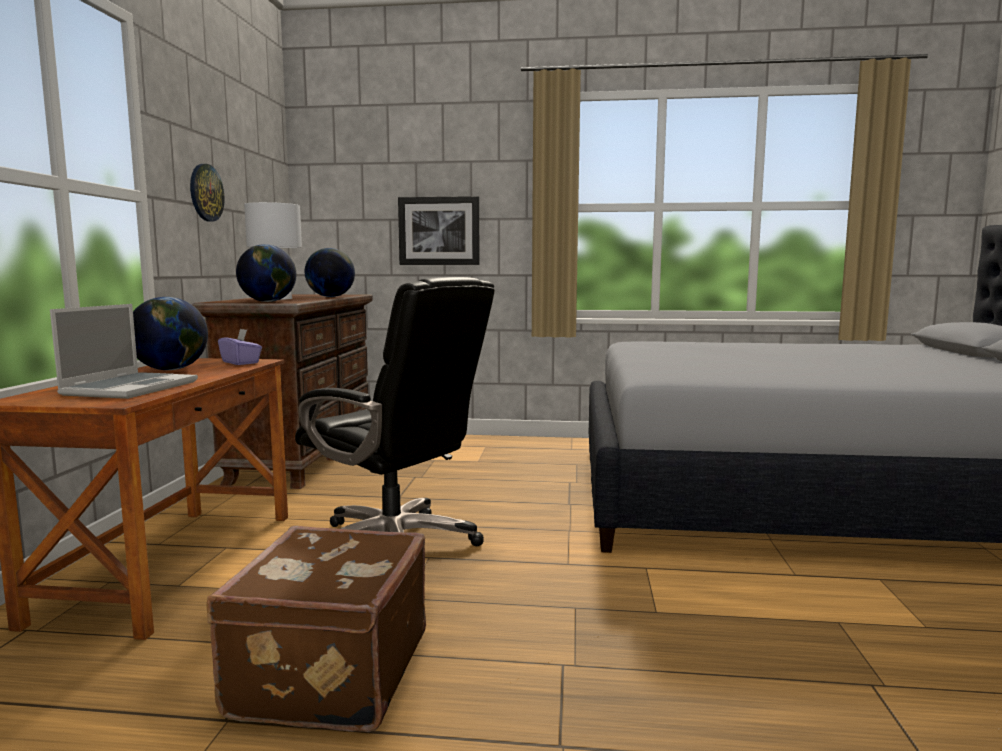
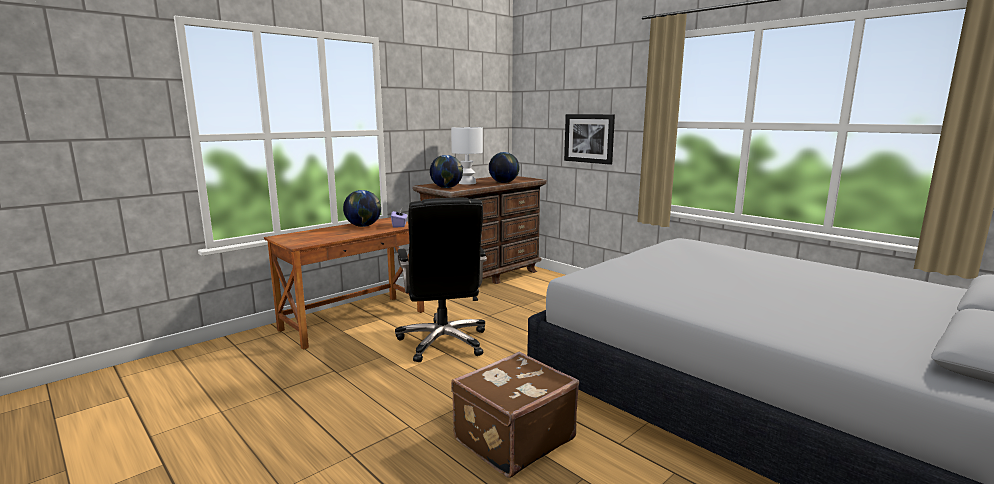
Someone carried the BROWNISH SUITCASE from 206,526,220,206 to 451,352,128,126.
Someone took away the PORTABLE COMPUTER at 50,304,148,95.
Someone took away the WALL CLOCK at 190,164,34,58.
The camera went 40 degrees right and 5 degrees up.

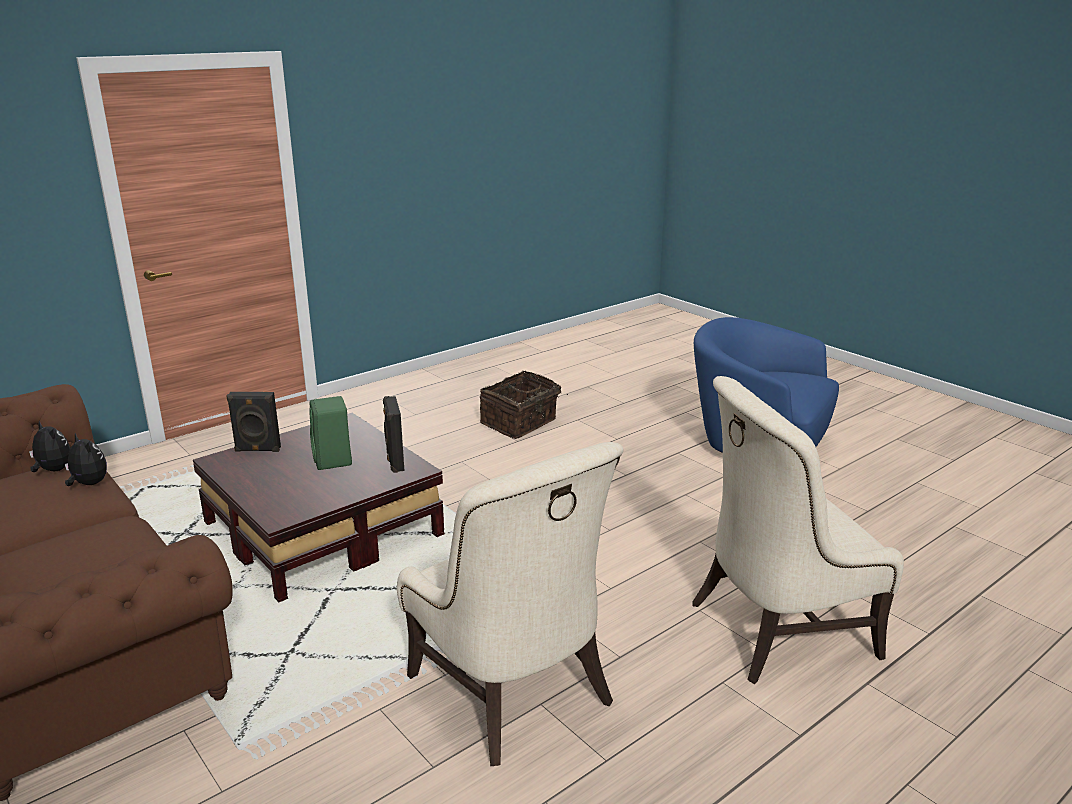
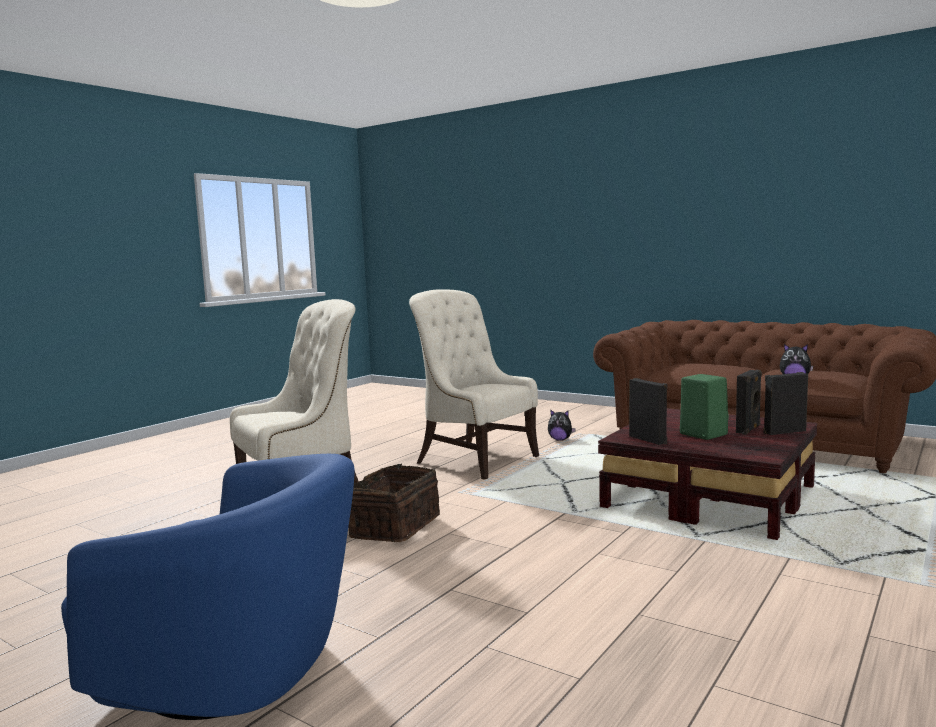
Someone carried the STORAGE BASKET from 480,370,88,69 to 348,464,92,78.
Someone carried the PLUSH TOY from 29,421,41,51 to 548,409,28,32.
Someone put down the BLACK LOUDSPEAKER at 736,370,26,65.
The camera went 165 degrees right and 15 degrees down.

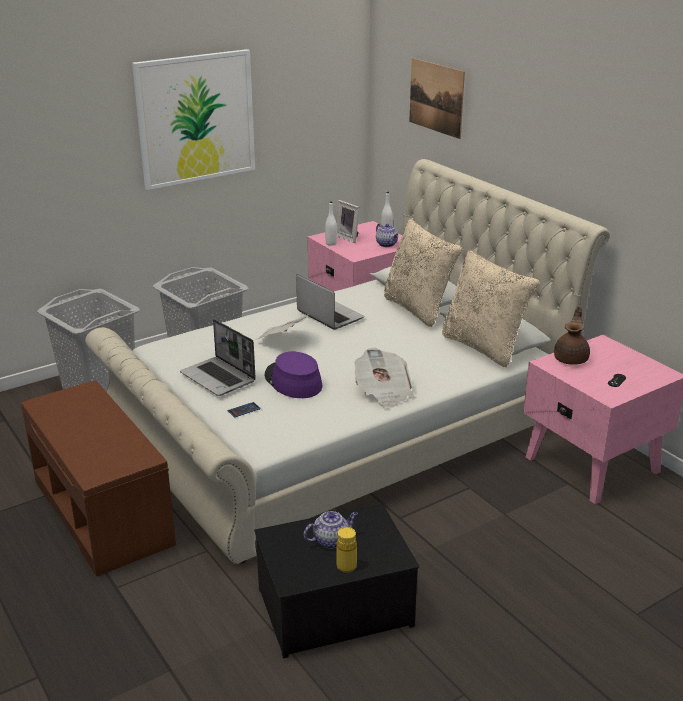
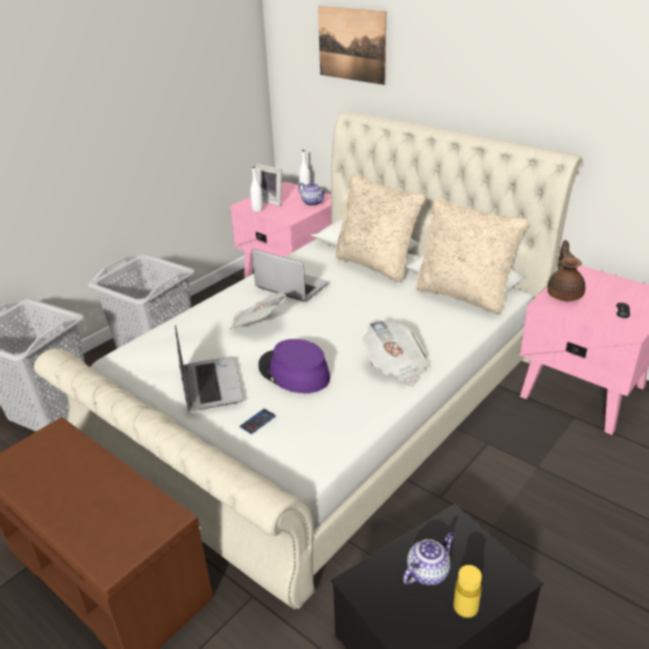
Someone rotated the PORTABLE COMPUTER at 180,319,76,77 by 135 degrees counterclockwise.
Someone took away the WALL ART at 132,49,123,141.
The camera went 15 degrees left and 5 degrees up.

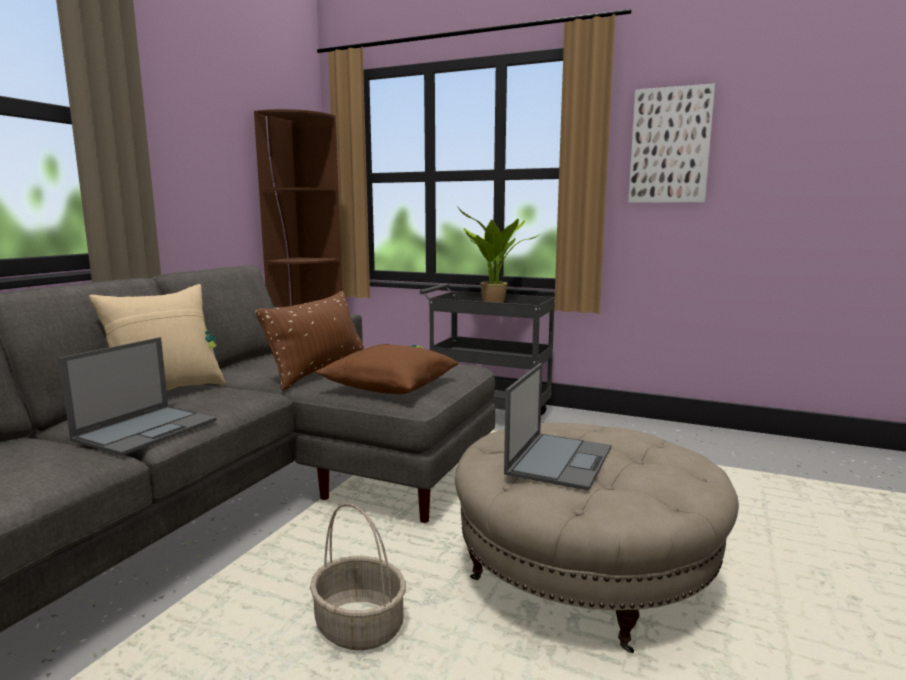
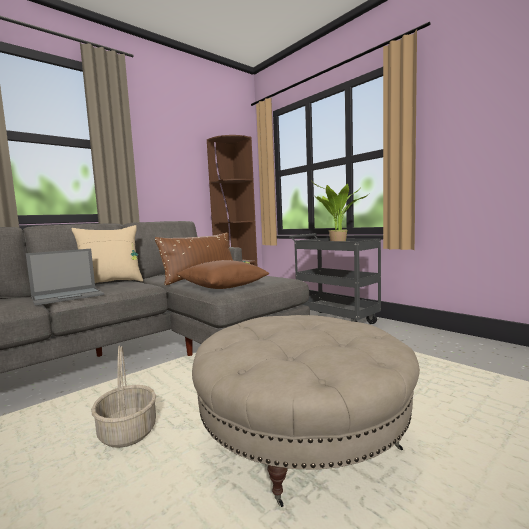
Someone took away the PORTABLE COMPUTER at 504,363,107,128.
Someone took away the WALL ART at 628,83,87,120.
The camera went 25 degrees right and 5 degrees down.

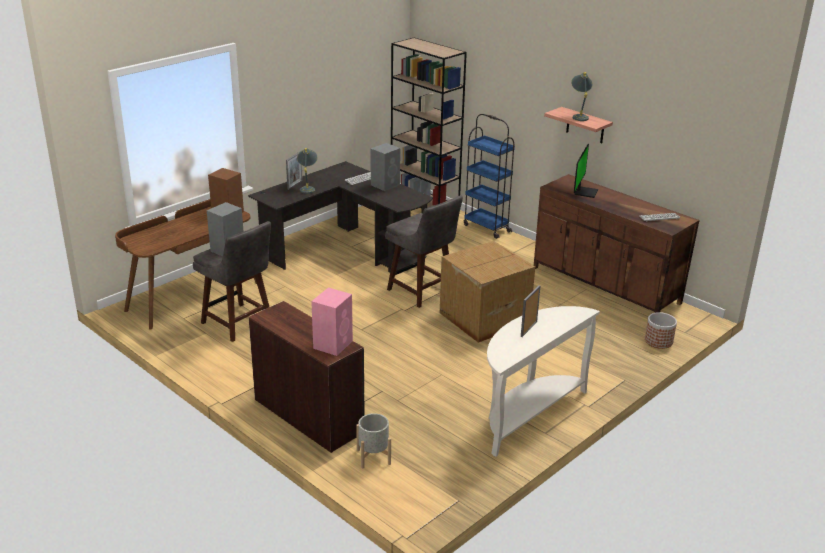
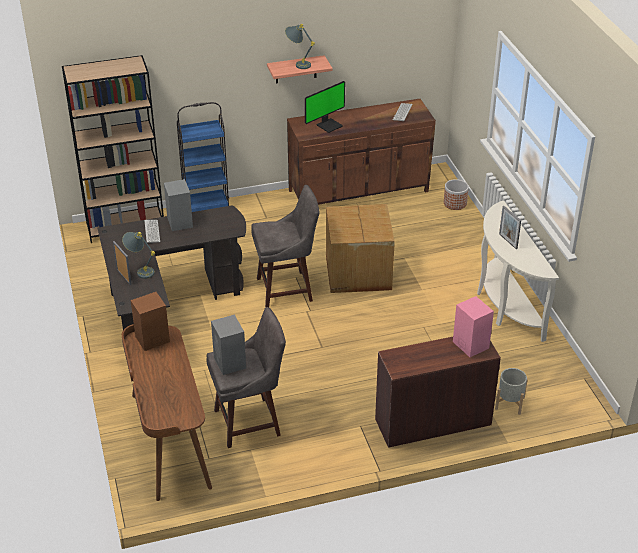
Someone rotated the COMPUTER SCREEN at 574,144,24,54 by 90 degrees clockwise.
The camera went 60 degrees left and 10 degrees up.

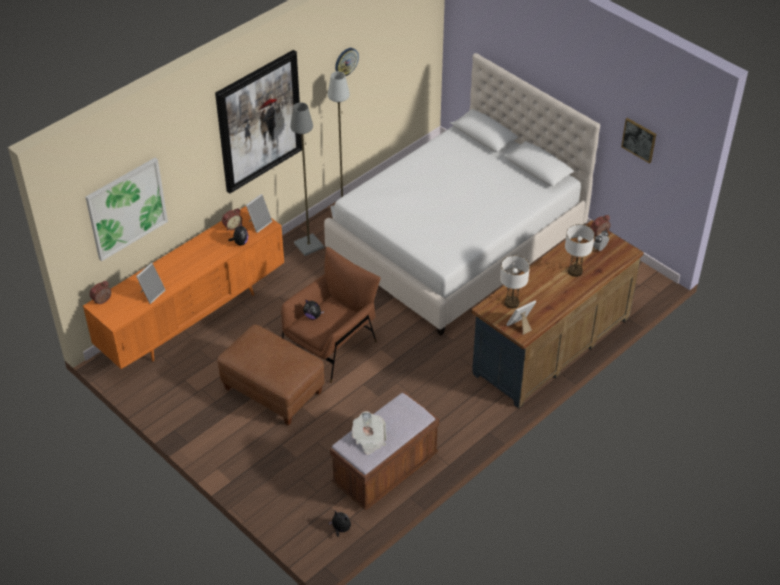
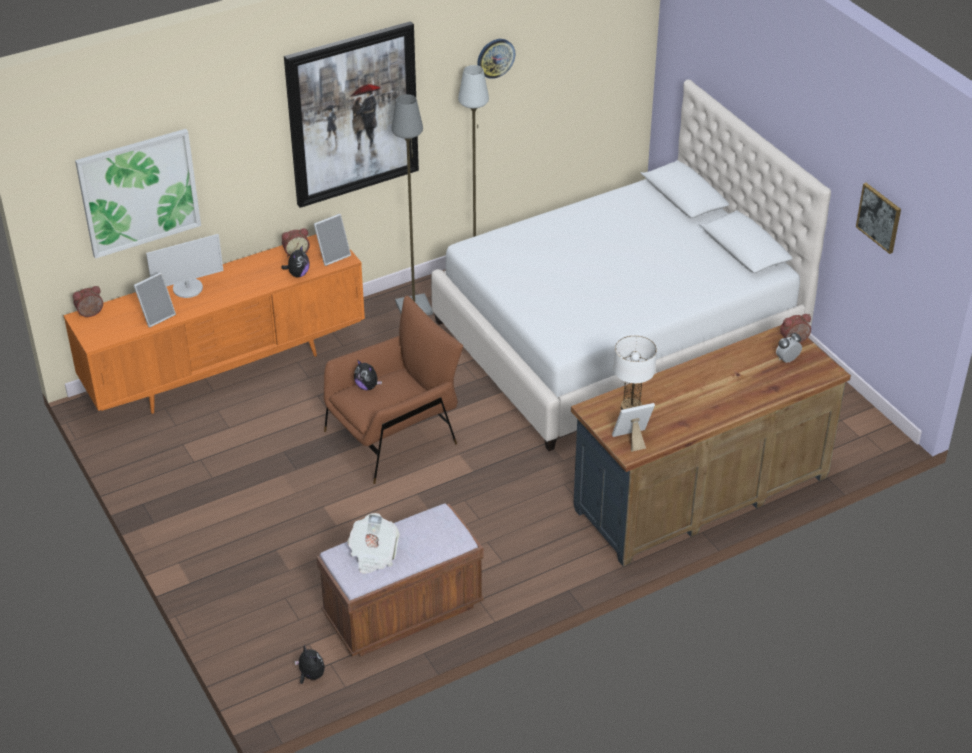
Someone put down the COMPUTER SCREEN at 146,234,77,64.
Someone took away the BROWNISH FOOTREST at 218,324,106,102.
Someone took away the LAMP FOR A TABLE at 565,224,30,53.
The camera went 15 degrees right and 5 degrees down.

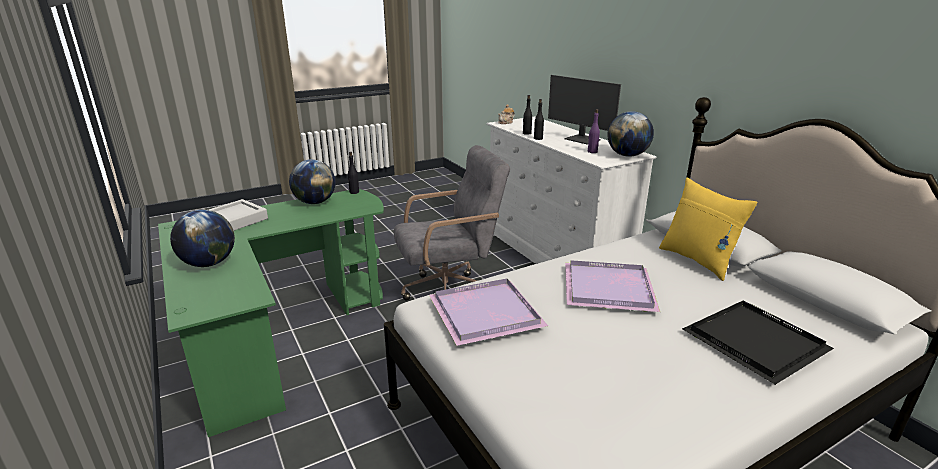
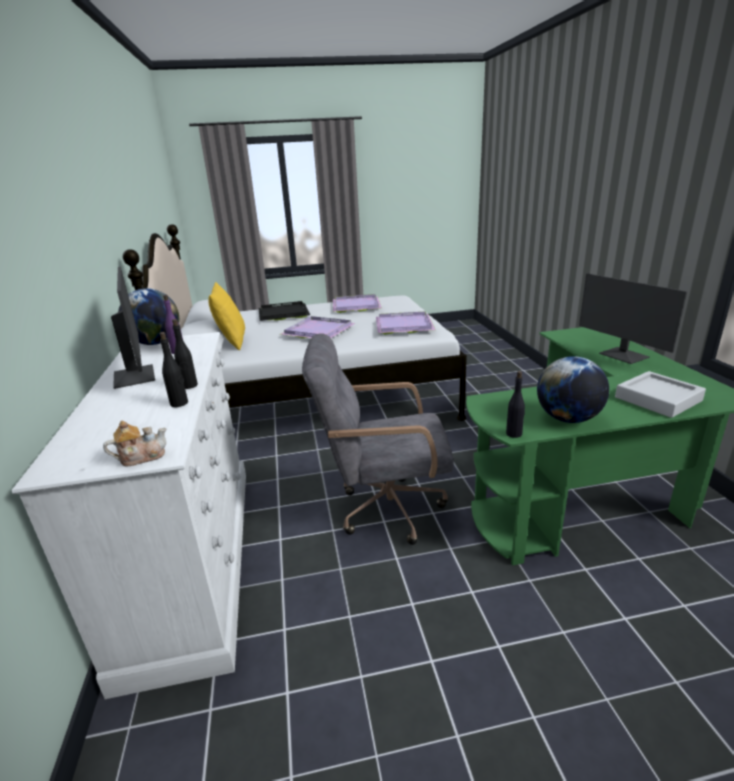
Someone put down the PURPLISH CARRYING TRAY at 333,294,49,19.
Someone swapped the WORLD GLOBE at 170,210,65,57 for the COMPUTER SCREEN at 579,273,109,91.
The camera went 160 degrees left and 0 degrees up.

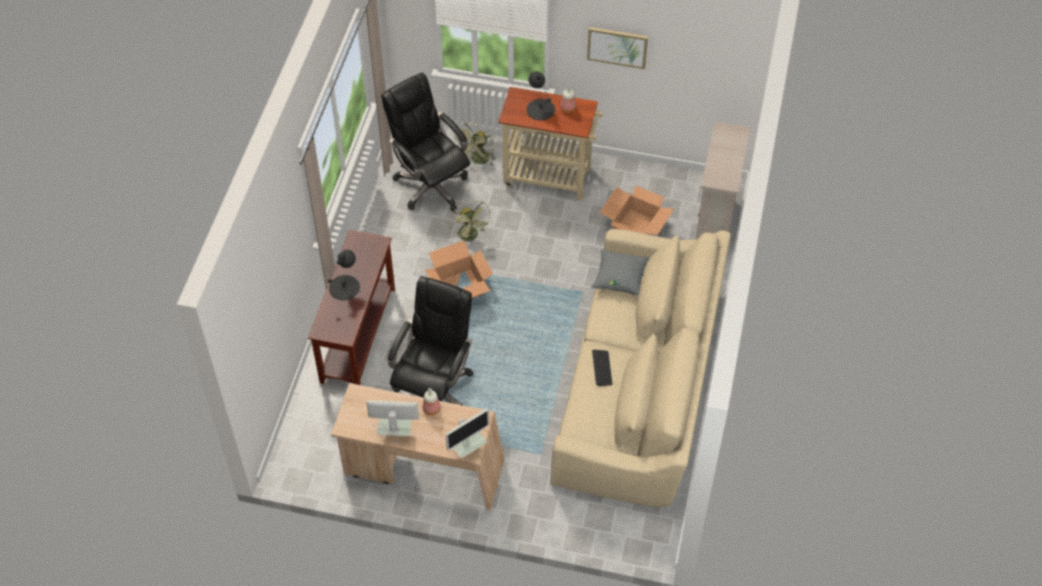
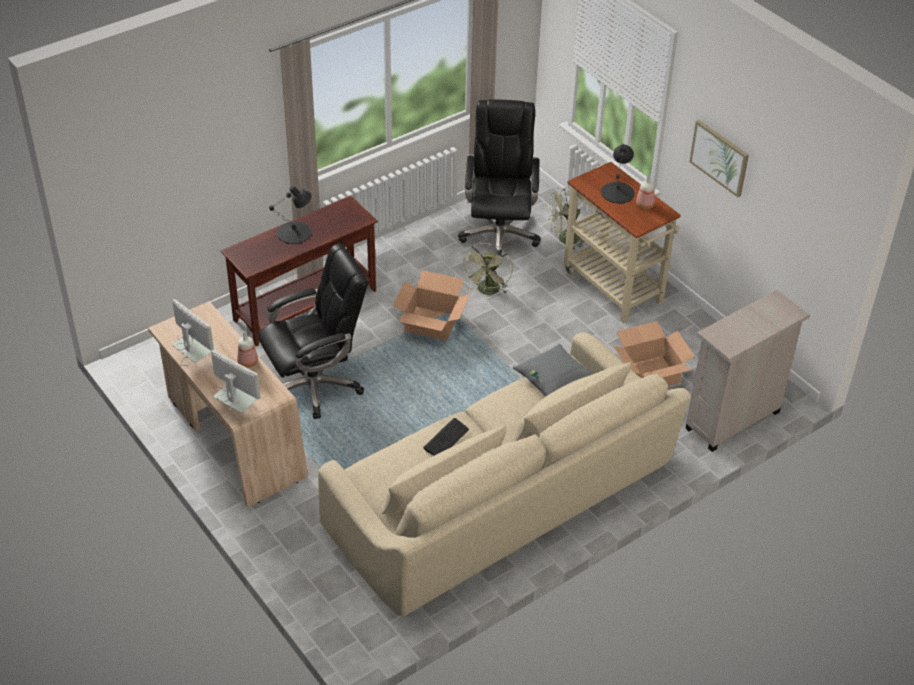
Someone rotated the COMPUTER SCREEN at 446,409,43,49 by 150 degrees counterclockwise.
The camera went 40 degrees right and 10 degrees down.

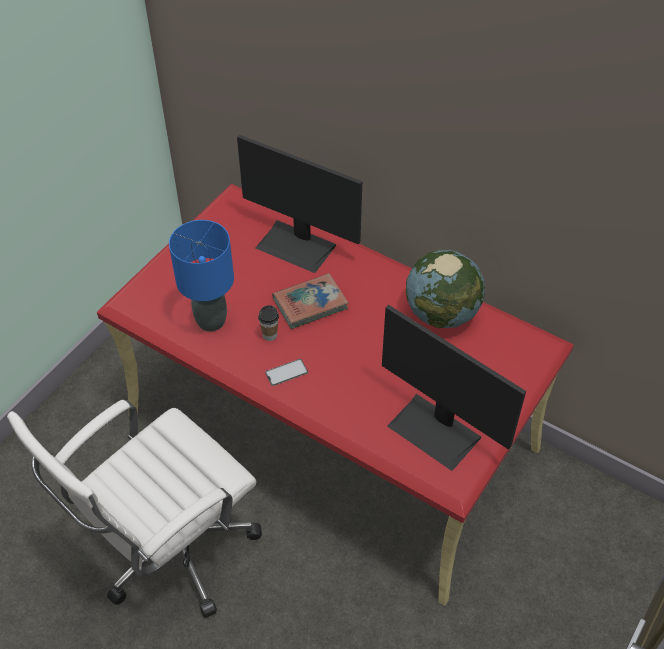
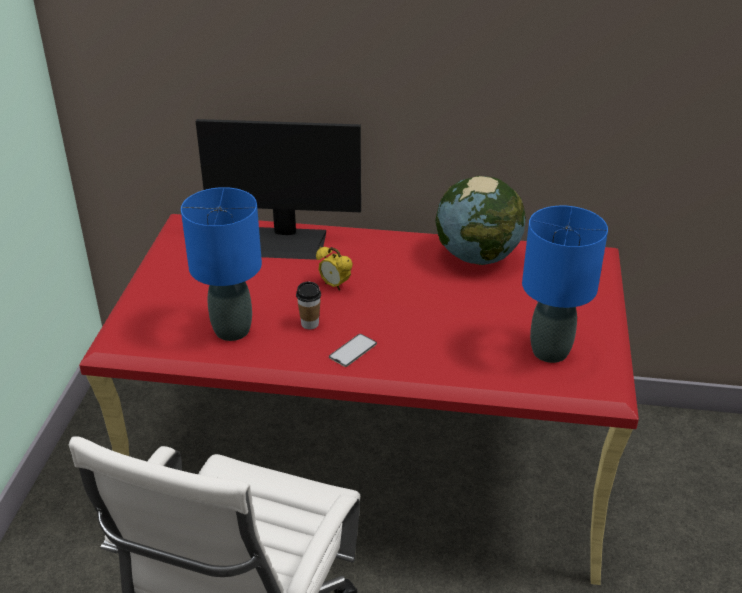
Someone swapped the VOLUME at 272,273,76,56 for the ALARM CLOCK at 316,247,37,44.
Someone swapped the COMPUTER SCREEN at 382,305,144,166 for the BLUE-COLOURED LAMP FOR A TABLE at 522,206,86,157.
The camera went 25 degrees left and 15 degrees down.

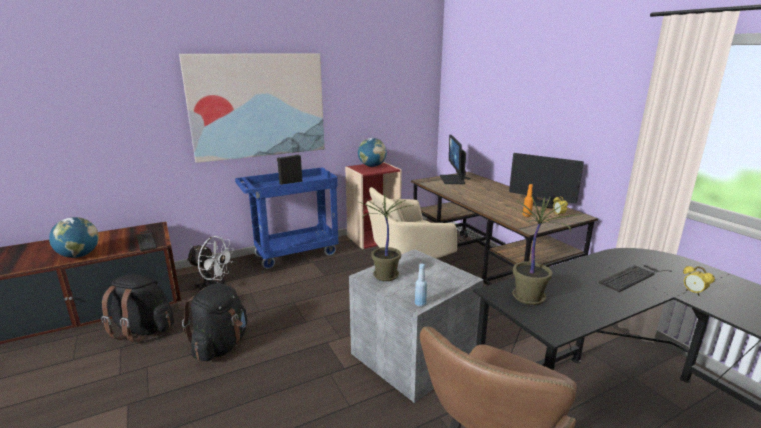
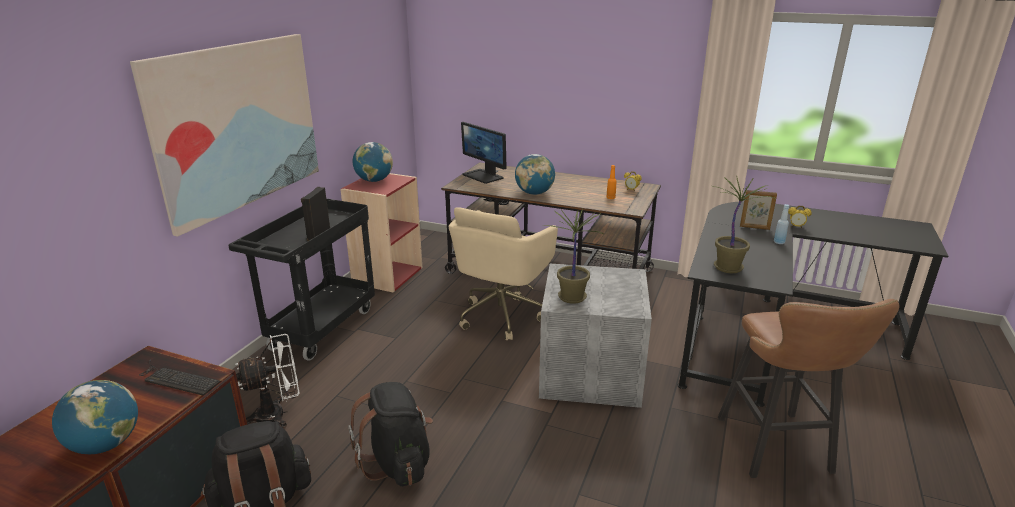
Someone repainted the BLUE-COLOURED CART at 235,168,104,101, which became the BLACK CART at 228,198,147,163.
Someone put down the WORLD GLOBE at 515,154,40,41.
Someone swapped the COMPUTER KEYBOARD at 599,265,73,27 for the PICTURE FRAME at 740,190,37,40.
Someone carried the BLUE-COLOURED BOTTLE from 415,264,12,43 to 774,204,15,40.
Someone took away the COMPUTER SCREEN at 509,153,75,55.
The camera went 40 degrees left and 5 degrees up.

